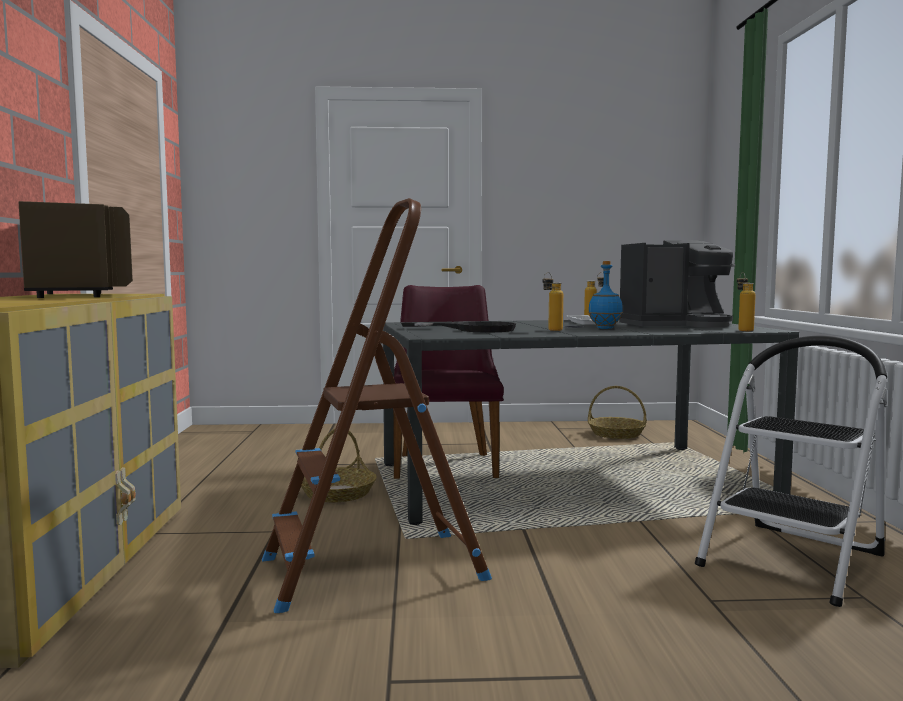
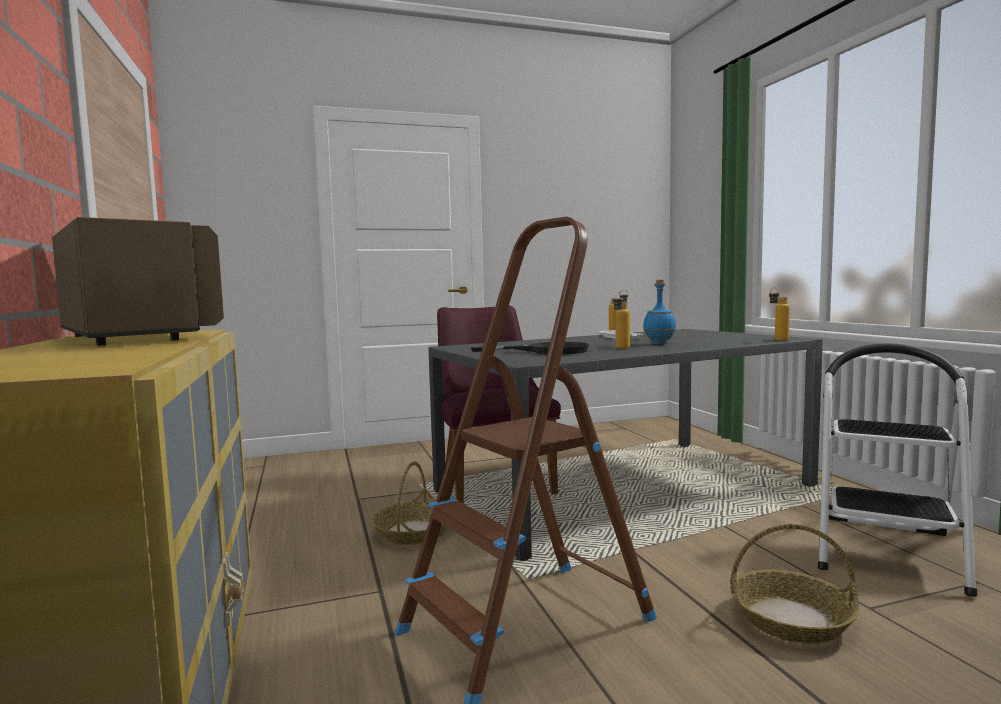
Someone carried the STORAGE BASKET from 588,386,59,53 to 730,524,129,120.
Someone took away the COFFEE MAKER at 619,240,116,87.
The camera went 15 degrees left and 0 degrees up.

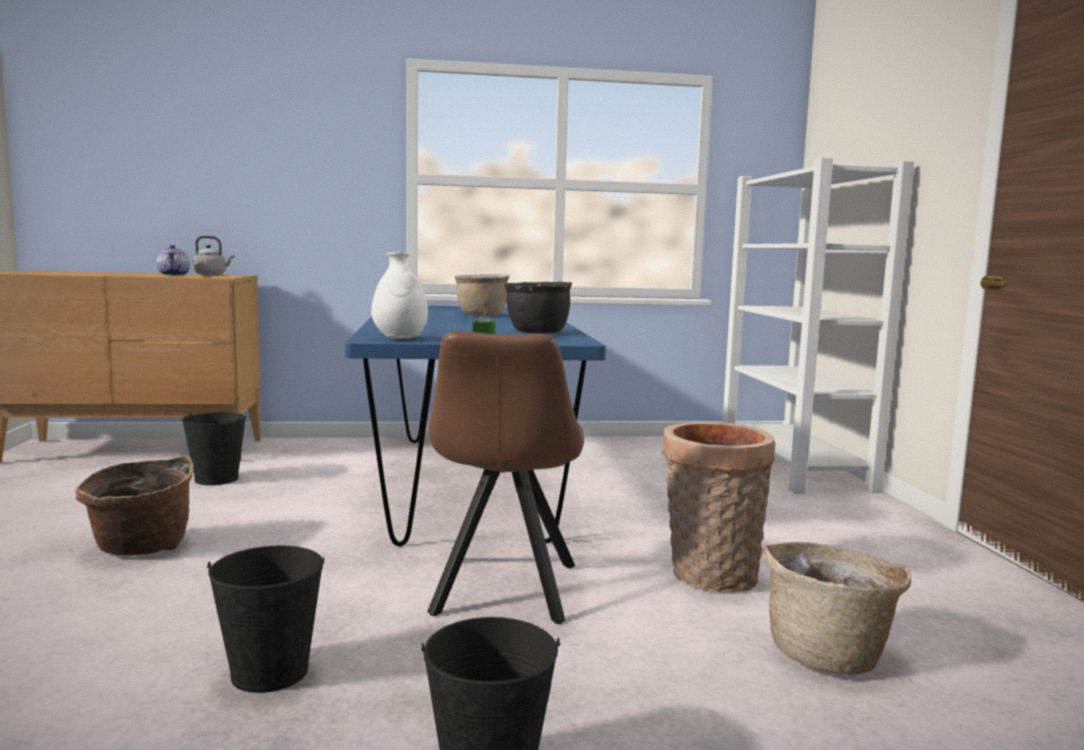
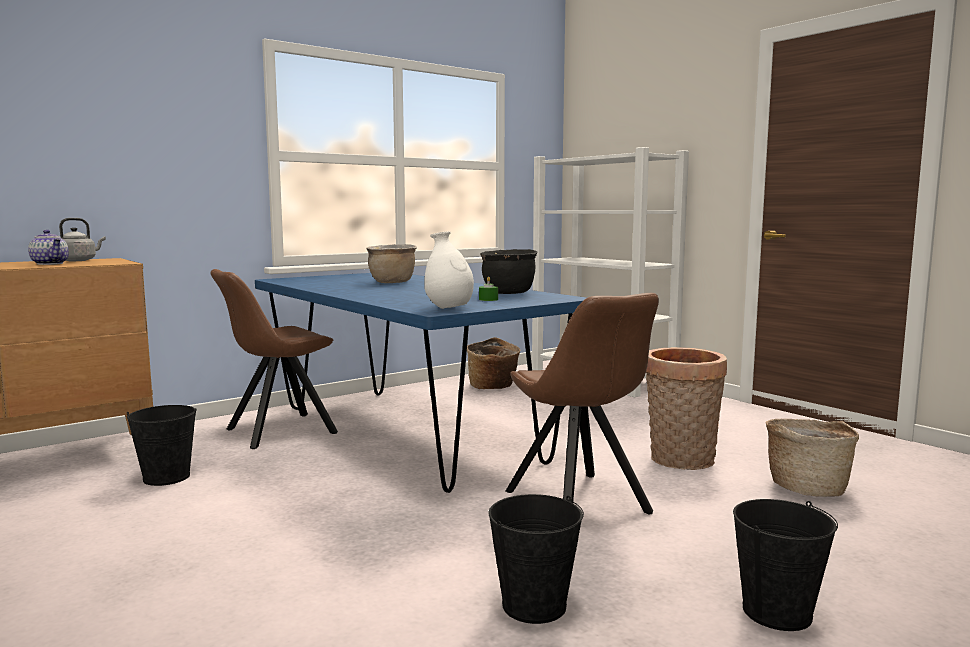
Someone put down the BROWNISH UPRIGHT CHAIR at 211,269,127,180.
Someone carried the STORAGE BASKET from 75,455,119,101 to 467,337,53,52.
The camera went 30 degrees left and 0 degrees up.

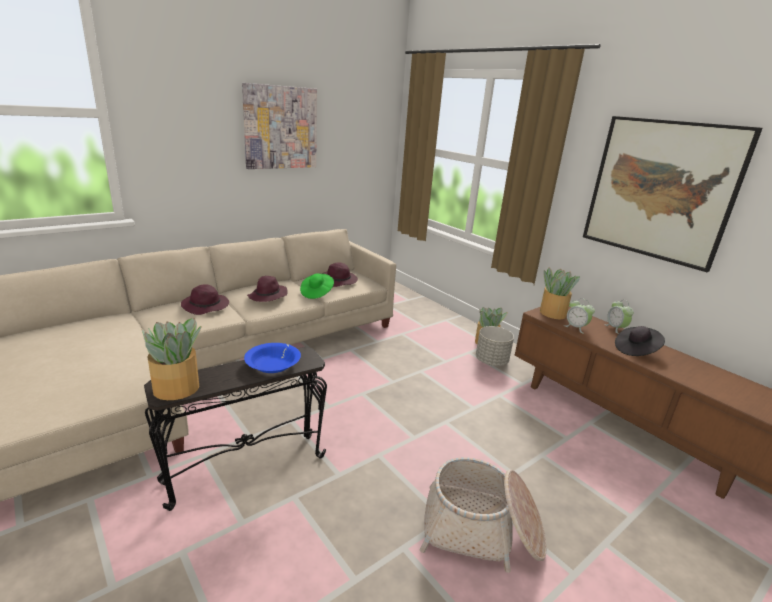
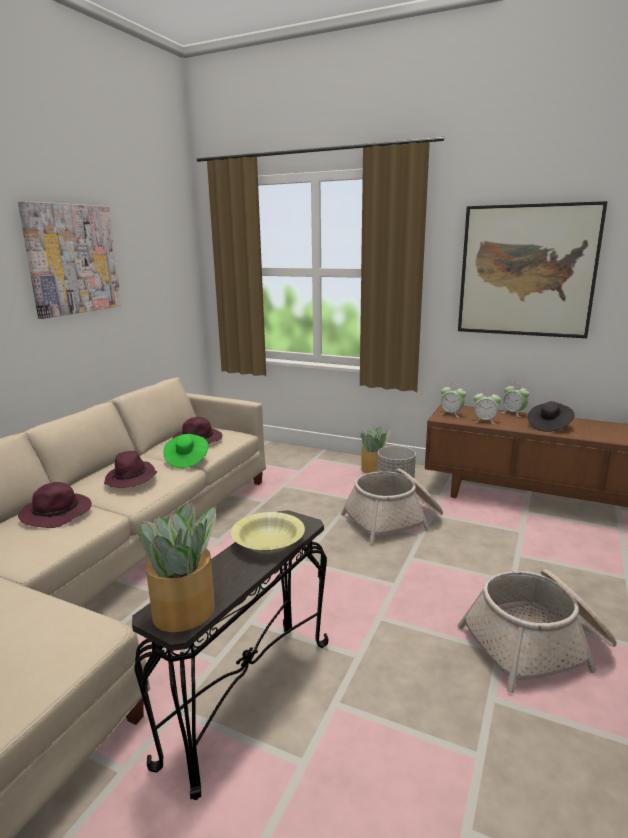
Someone repainted the BLUE-COLOURED DEEP DISH at 244,343,57,30, which became the YELLOWISH DEEP DISH at 231,512,74,41.
Someone put down the STORAGE BASKET at 341,468,102,76.
Someone swapped the HOUSEPLANT at 540,267,40,52 for the ALARM CLOCK at 441,384,25,34.
The camera went 25 degrees left and 5 degrees down.

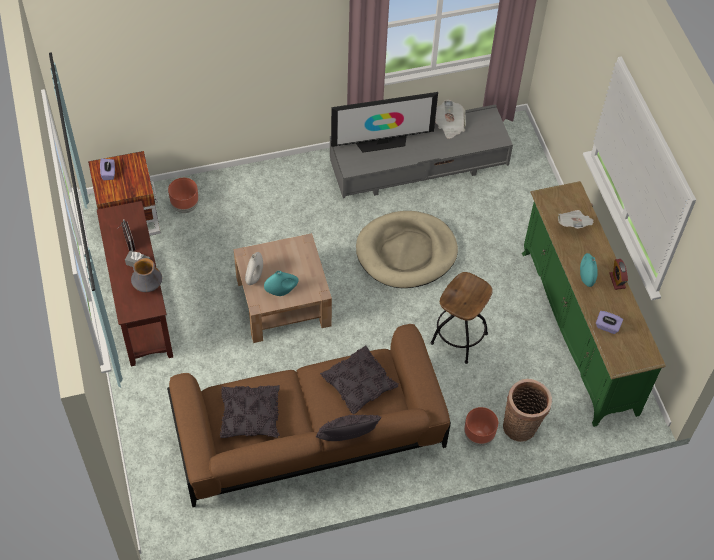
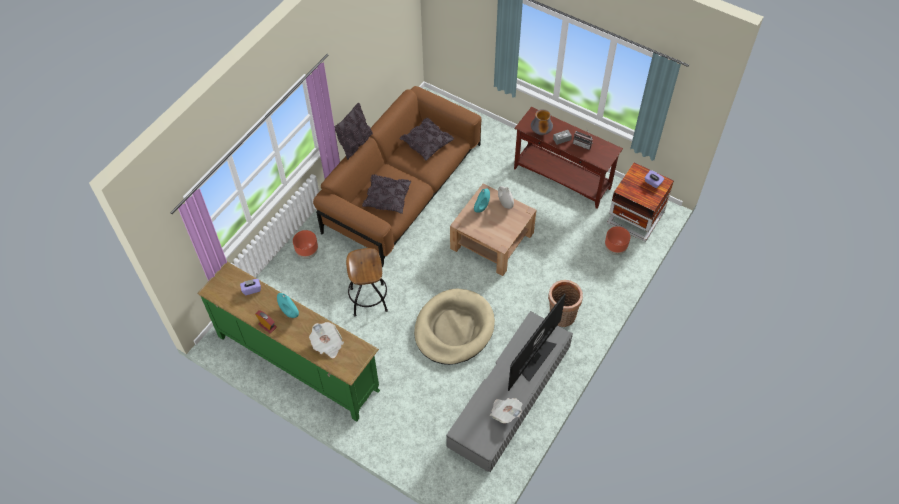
Someone carried the STORAGE BASKET from 503,379,49,63 to 548,280,35,47.
The camera went 140 degrees right and 0 degrees up.

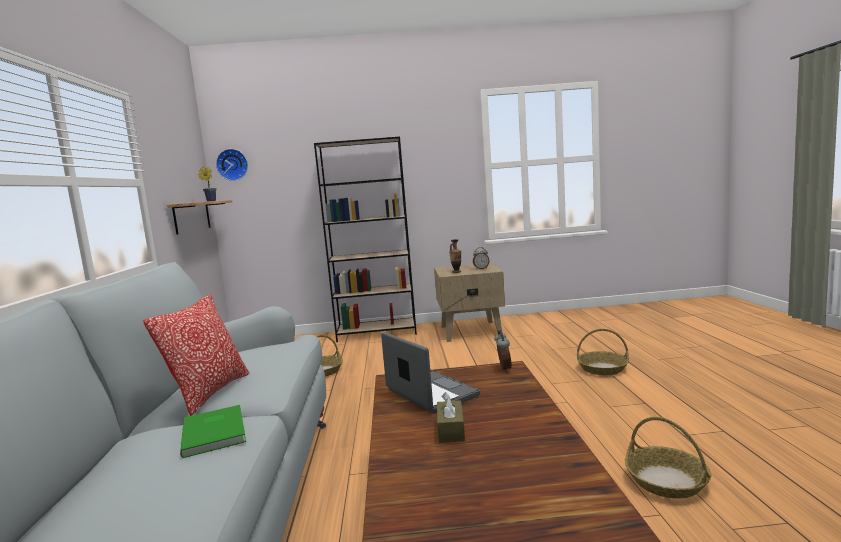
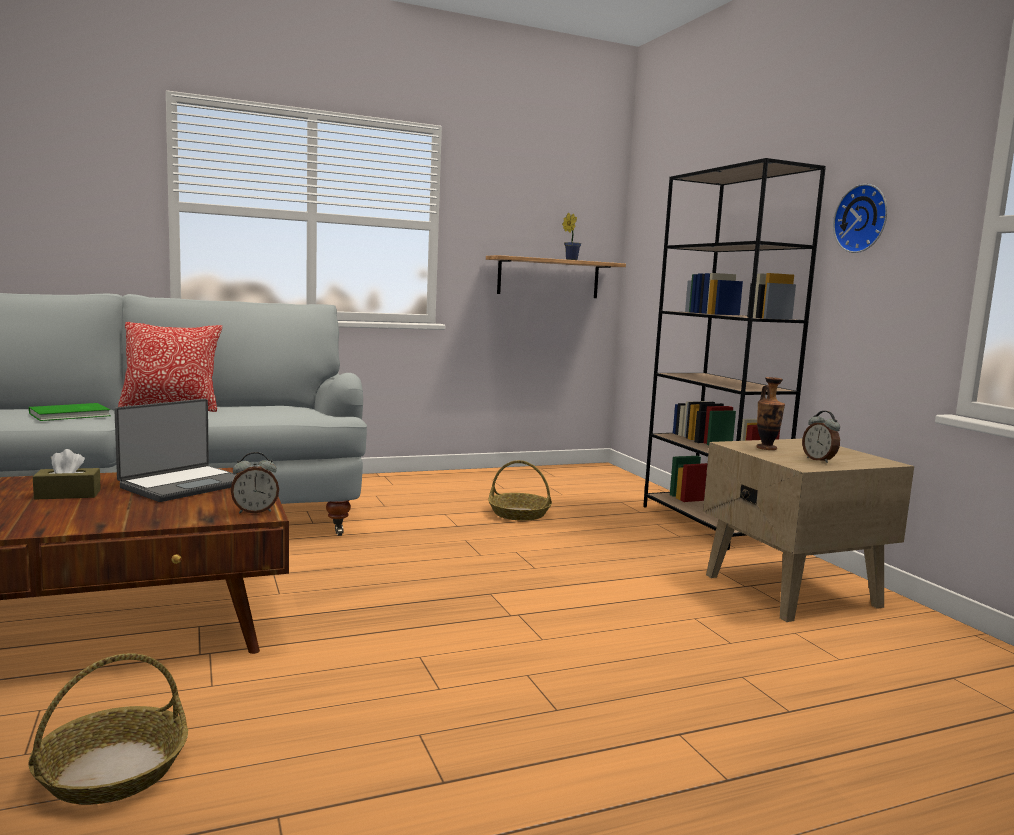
Someone carried the WALL CLOCK from 216,149,32,32 to 833,184,54,69.
Someone took away the STORAGE BASKET at 577,329,52,46.
The camera went 70 degrees right and 0 degrees up.

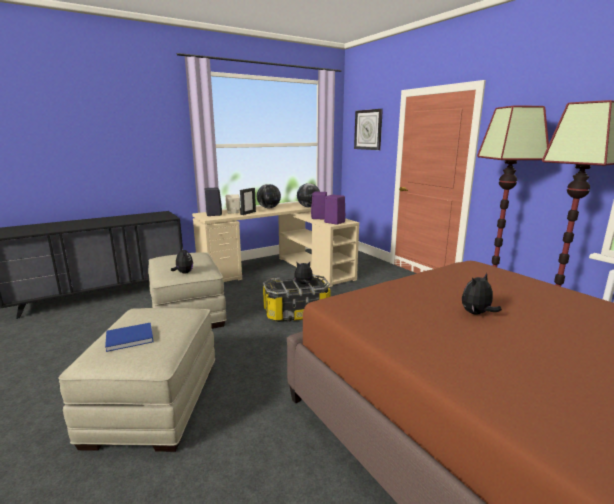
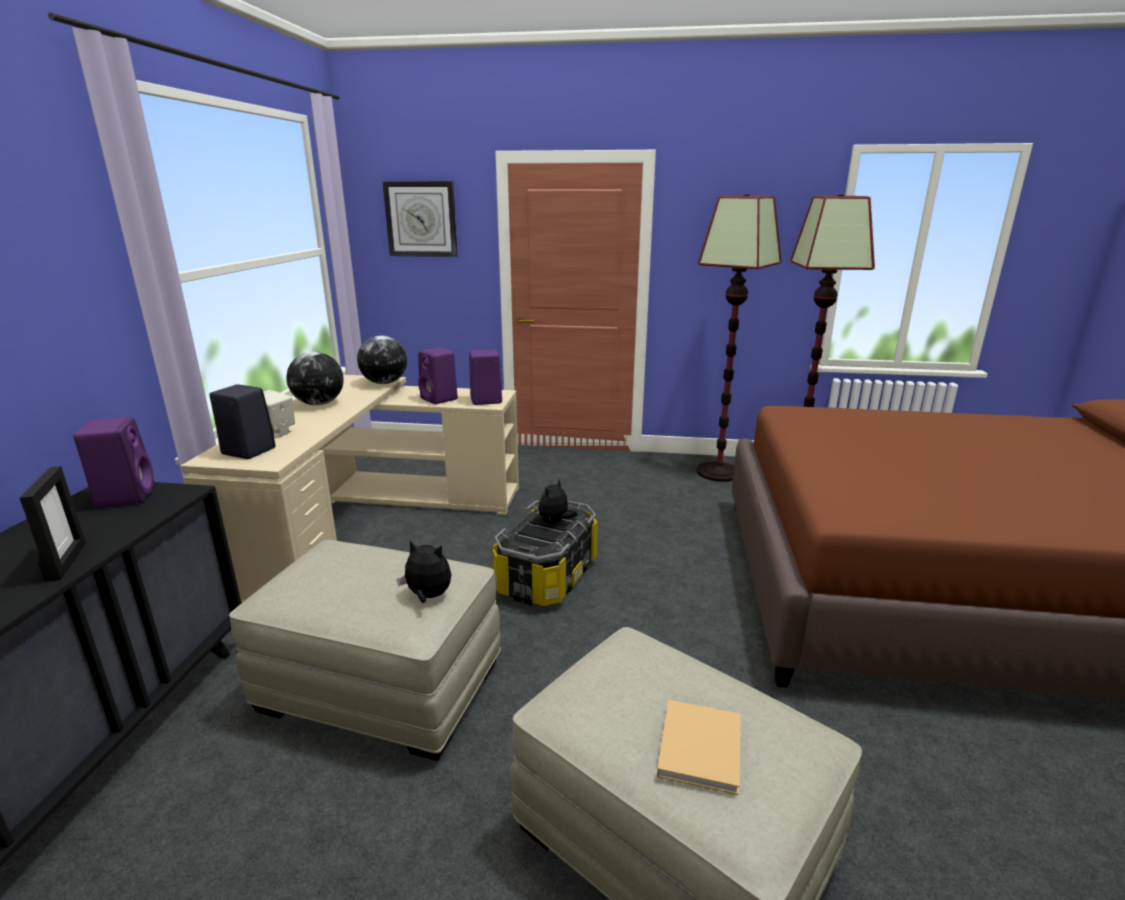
Someone carried the PICTURE FRAME from 240,188,16,27 to 20,466,66,116.
Someone put down the PURPLISH LOUDSPEAKER at 73,417,82,91.
Someone repainted the BLUE-COLOURED VOLUME at 105,323,48,29, which became the SAND-COLOURED VOLUME at 657,700,84,95.
Someone took away the PLUSH TOY at 462,273,40,42.
The camera went 50 degrees left and 5 degrees up.

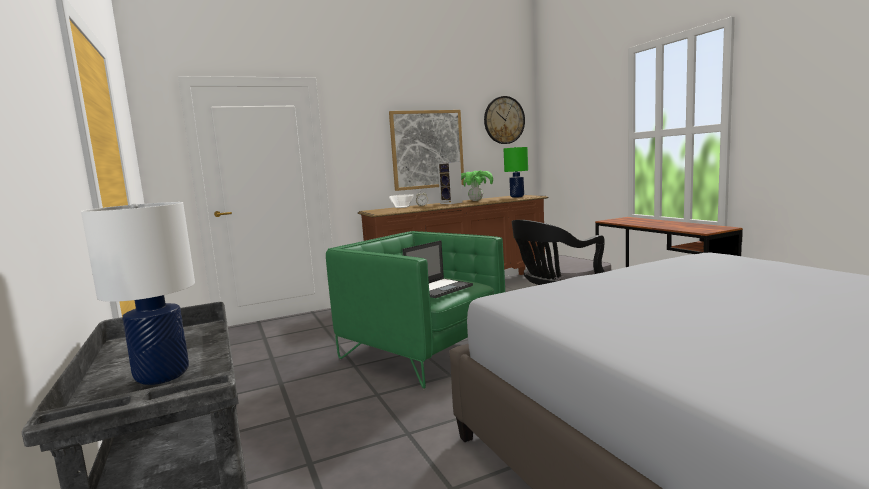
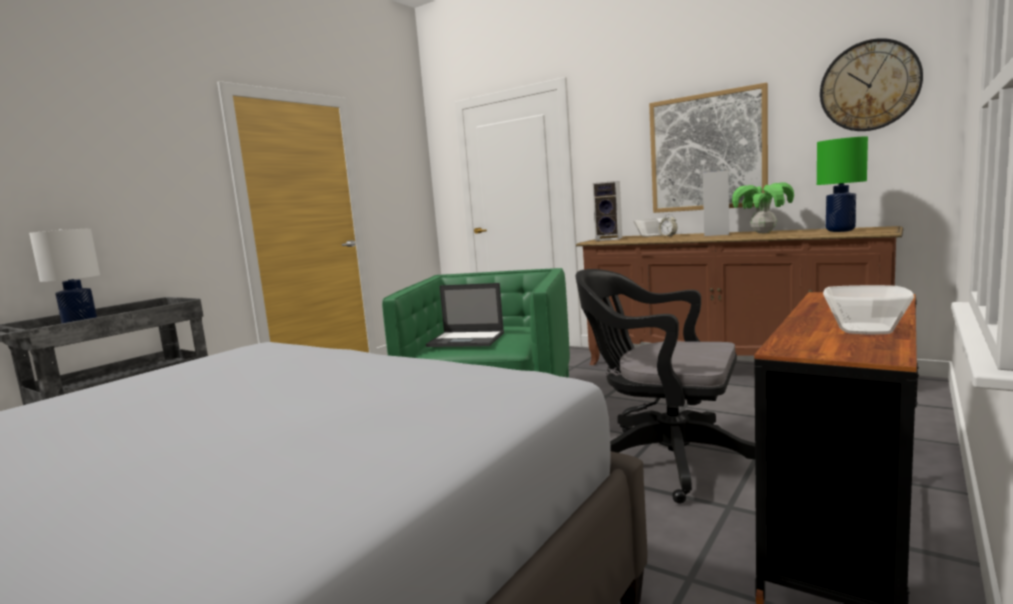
Someone put down the LOUDSPEAKER at 592,181,30,60.
Someone put down the DEEP DISH at 823,285,91,49.
The camera went 60 degrees right and 0 degrees up.

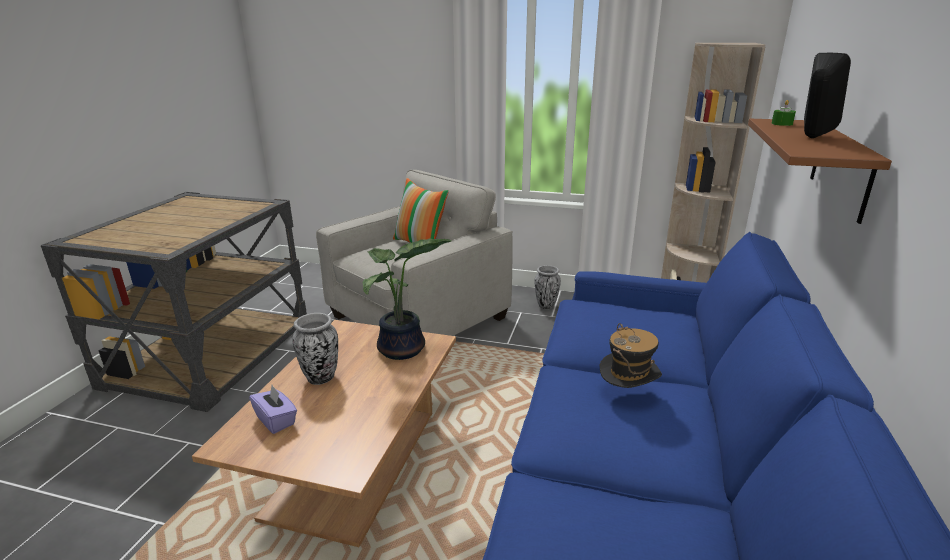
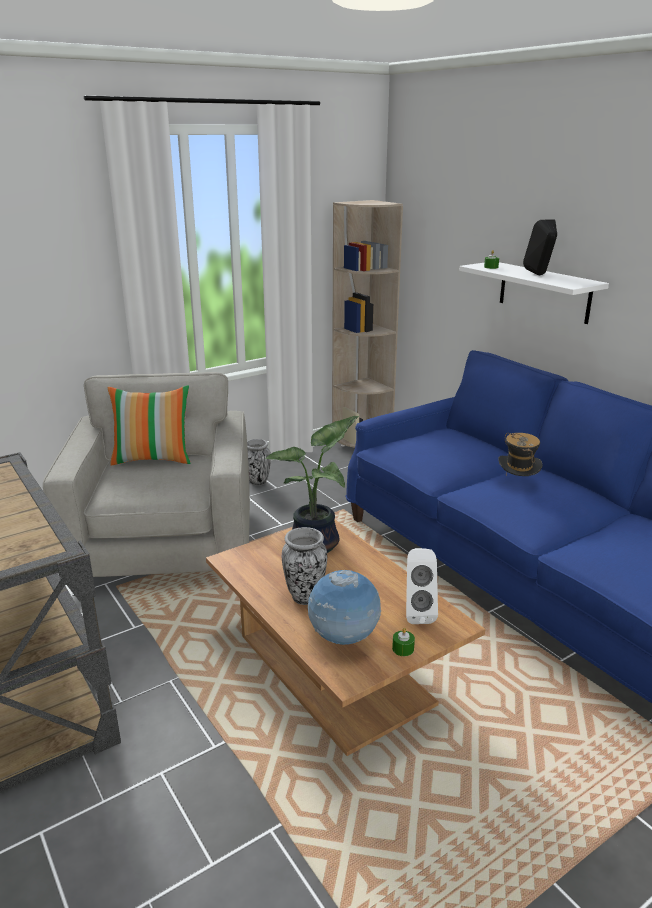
Someone swapped the PURPLISH TISSUE HOLDER at 249,385,48,49 for the WORLD GLOBE at 308,570,73,75.
Someone put down the GREEN-COLOURED CANDLE at 392,628,23,28.
Someone put down the WHITISH LOUDSPEAKER at 406,548,32,76.
Someone repainted the BROWNISH WALL SHELF at 748,119,144,105, which became the WHITISH WALL SHELF at 459,262,150,62.
The camera went 50 degrees left and 0 degrees up.

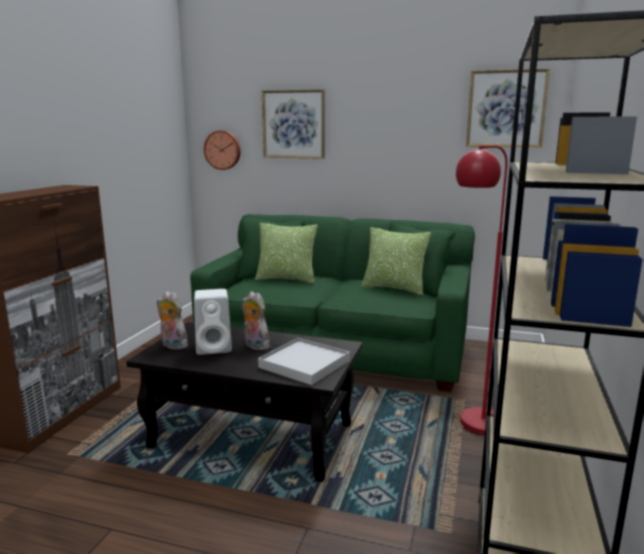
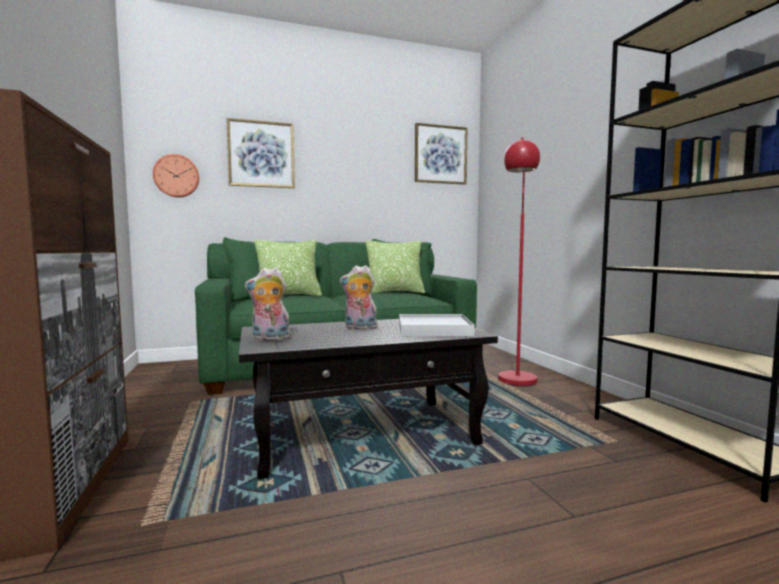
Someone took away the WHITISH LOUDSPEAKER at 194,289,38,66.
The camera went 35 degrees left and 10 degrees down.

